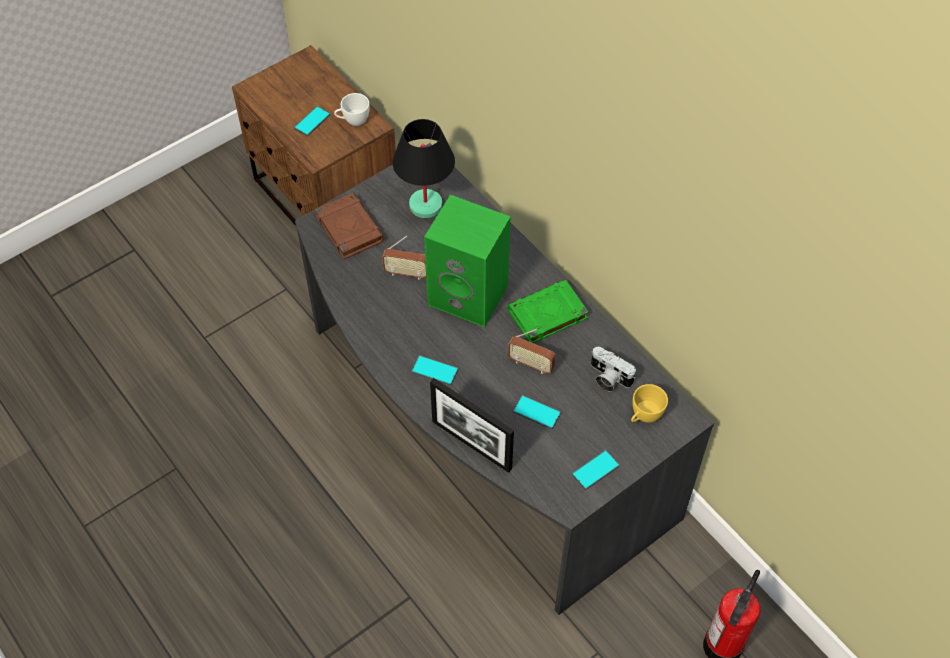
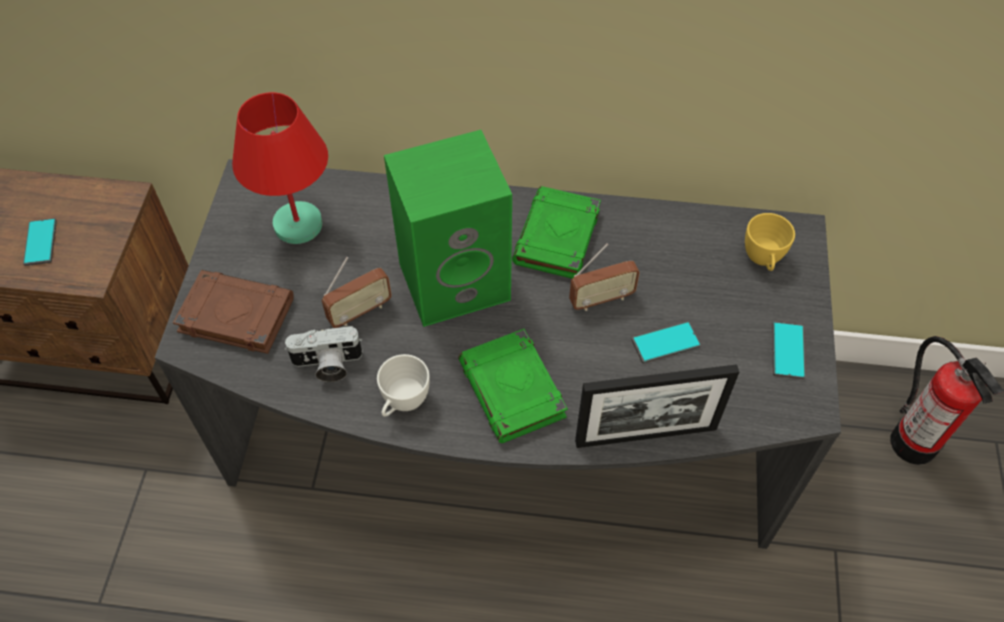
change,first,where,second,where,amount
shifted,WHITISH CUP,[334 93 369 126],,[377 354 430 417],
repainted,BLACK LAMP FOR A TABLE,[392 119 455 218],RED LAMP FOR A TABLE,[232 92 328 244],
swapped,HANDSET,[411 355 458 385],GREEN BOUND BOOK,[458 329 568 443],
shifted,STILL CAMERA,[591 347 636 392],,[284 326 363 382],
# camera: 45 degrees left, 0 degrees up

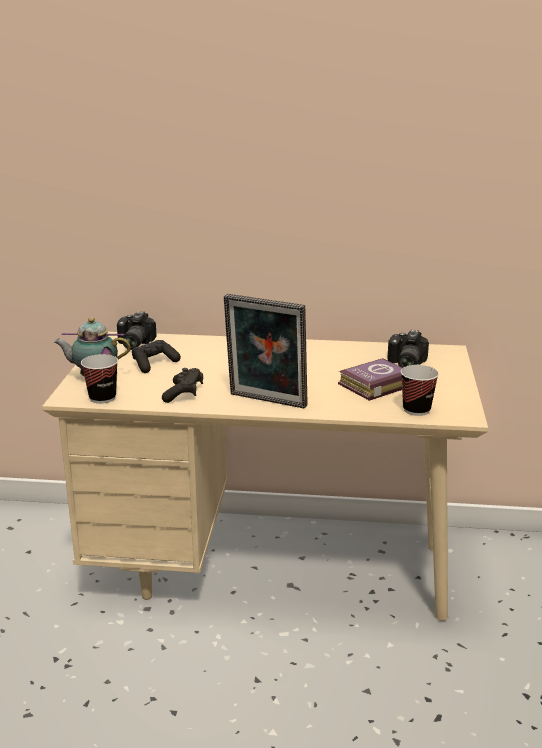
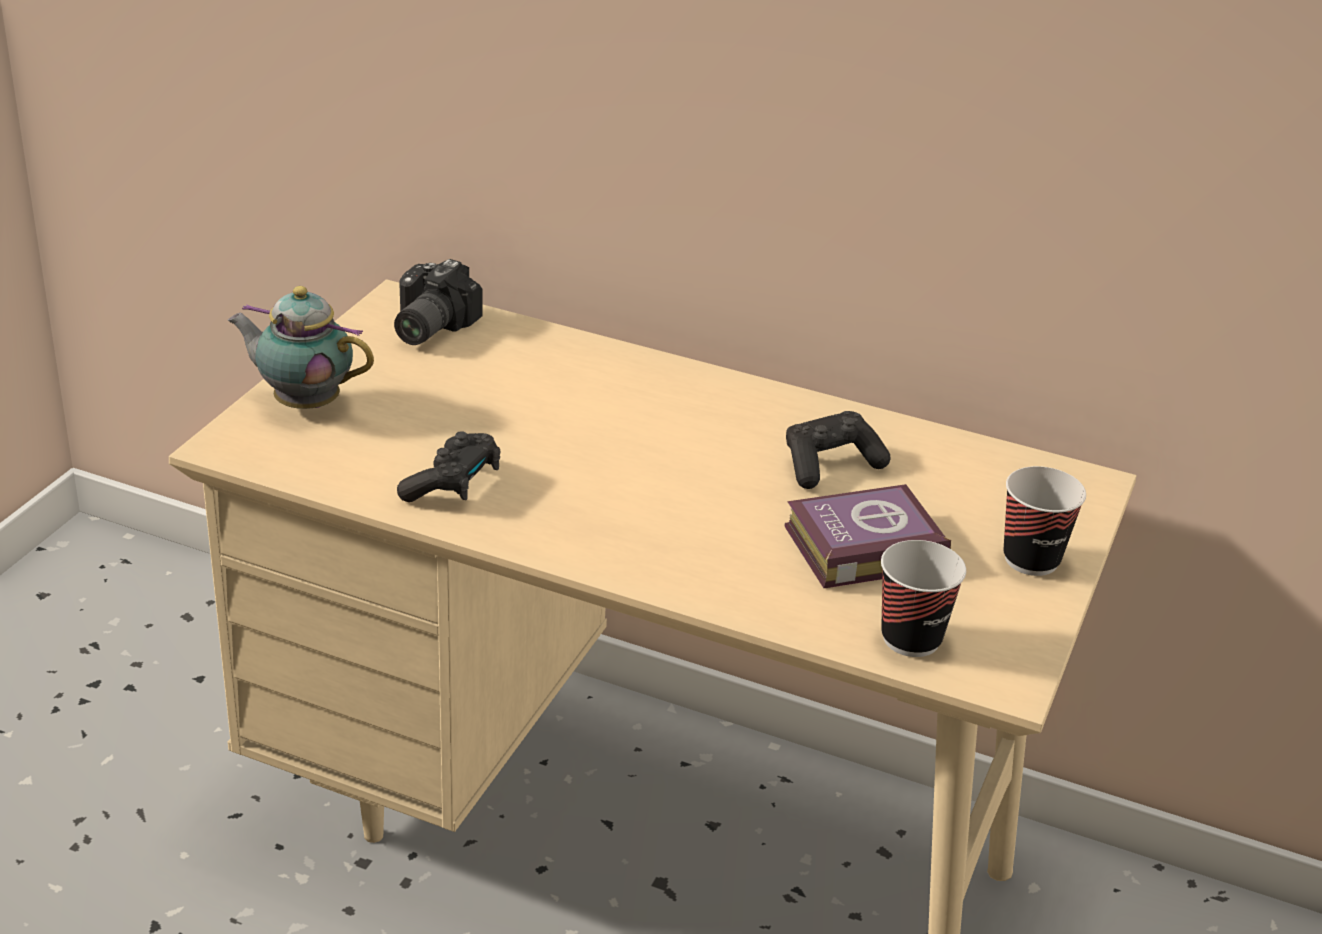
change,first,where,second,where,amount
shifted,CUP,[81 354 118 404],,[1003 466 1086 576],
shifted,BLACK GAMEPAD,[132 340 181 373],,[786 411 891 489],
gone,STANDING FRAME,[224 294 308 408],,,
gone,STILL CAMERA,[387 330 429 368],,,
# camera: 15 degrees right, 10 degrees up

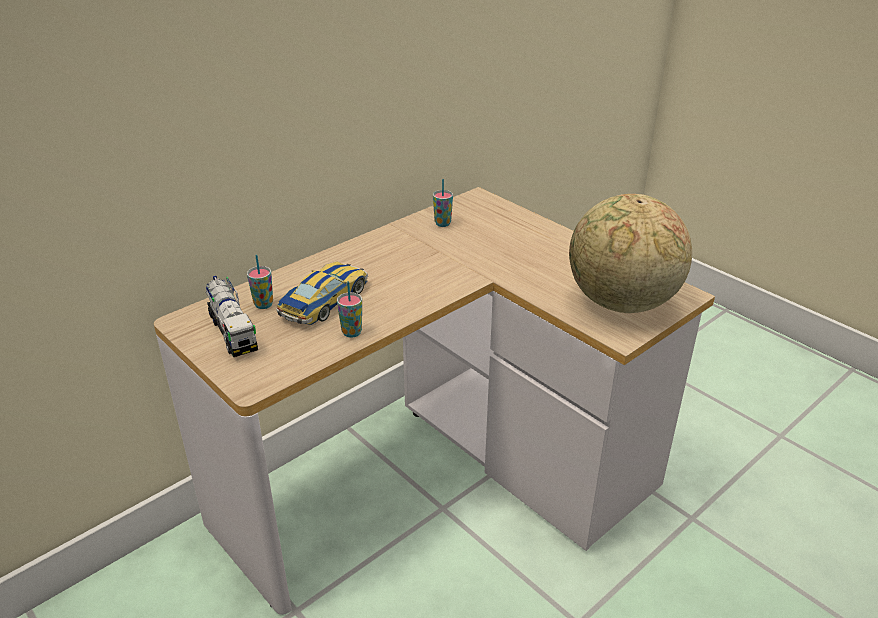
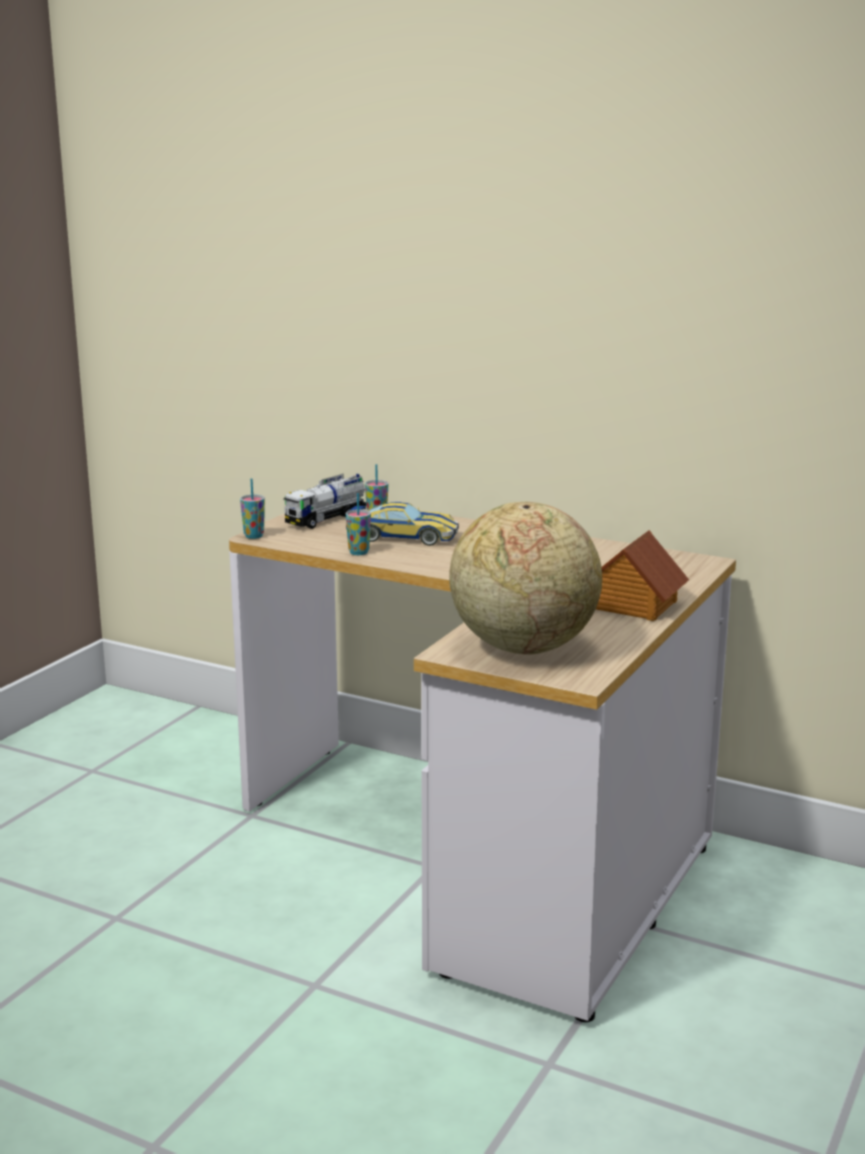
change,first,where,second,where,amount
shifted,CUP,[433 179 453 227],,[240 478 265 539],
new,,,MINIATURE HOUSE,[596 530 689 621],
# camera: 70 degrees right, 15 degrees down

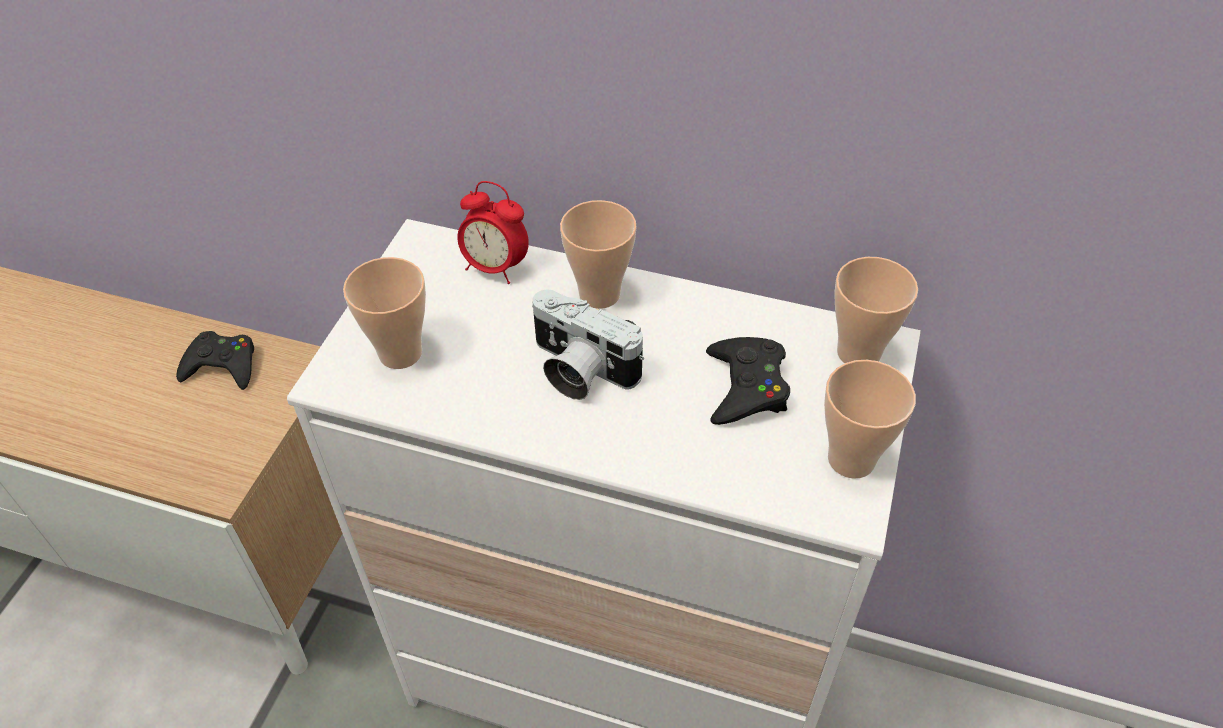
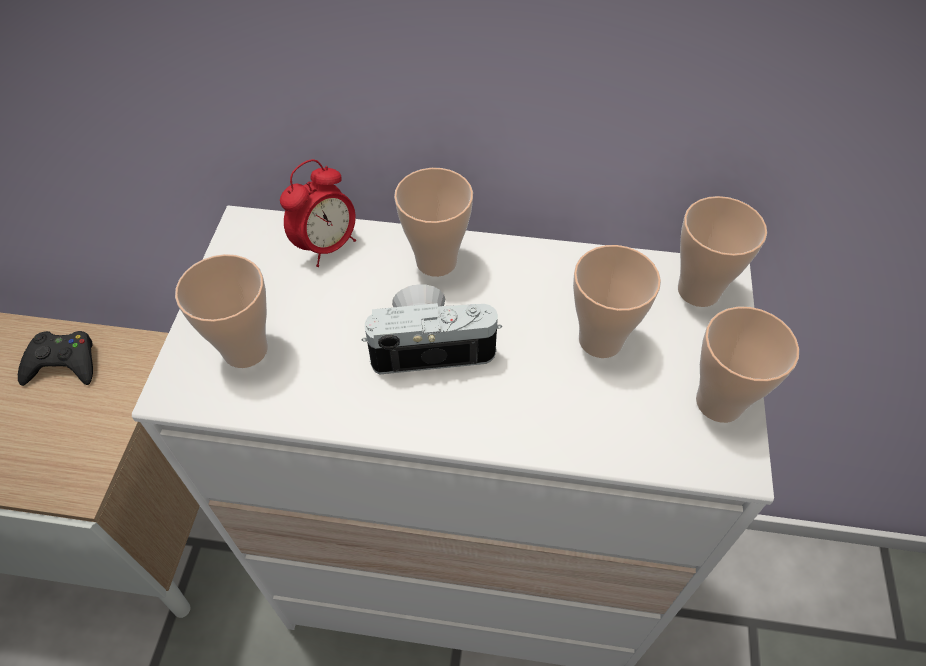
change,first,where,second,where,amount
rotated,TABLE CLOCK,[457 181 529 284],,[280 159 356 267],60 degrees counterclockwise
rotated,STILL CAMERA,[532 290 644 400],,[362 284 502 375],150 degrees clockwise
swapped,BLACK GAMEPAD,[706 337 790 425],CUP,[573 245 661 358],
# camera: 10 degrees left, 5 degrees up

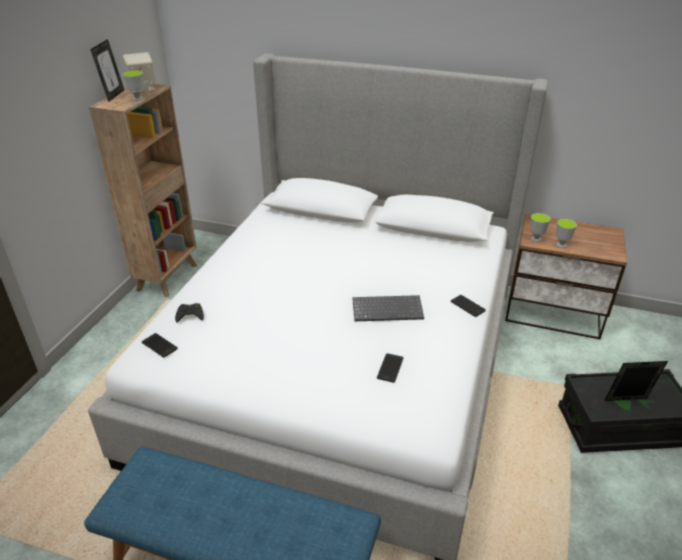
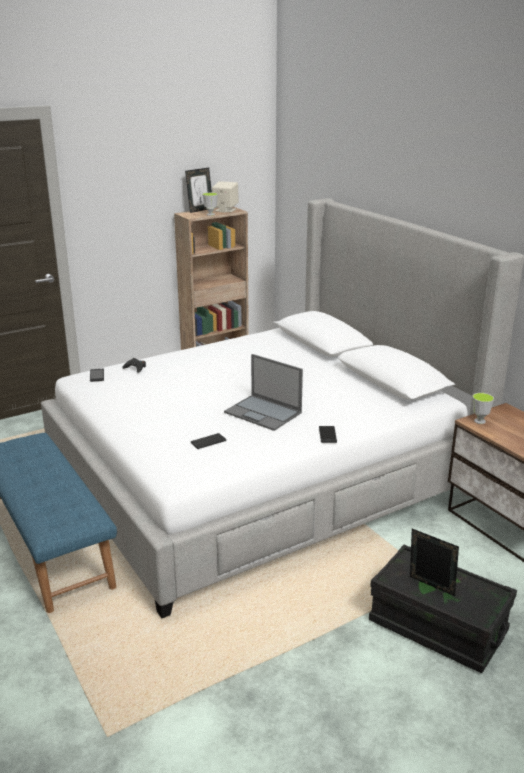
change,first,where,second,where,amount
swapped,KEYBOARD,[352 295 424 321],NOTEBOOK COMPUTER,[224 354 303 431],
gone,CUP,[556 219 577 248],,,
# camera: 40 degrees right, 10 degrees down

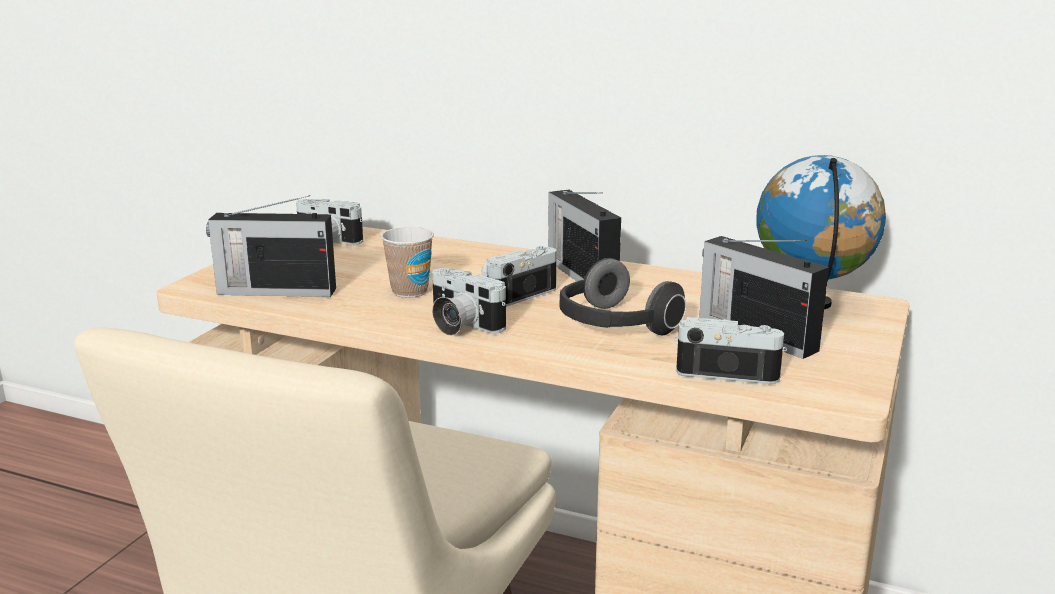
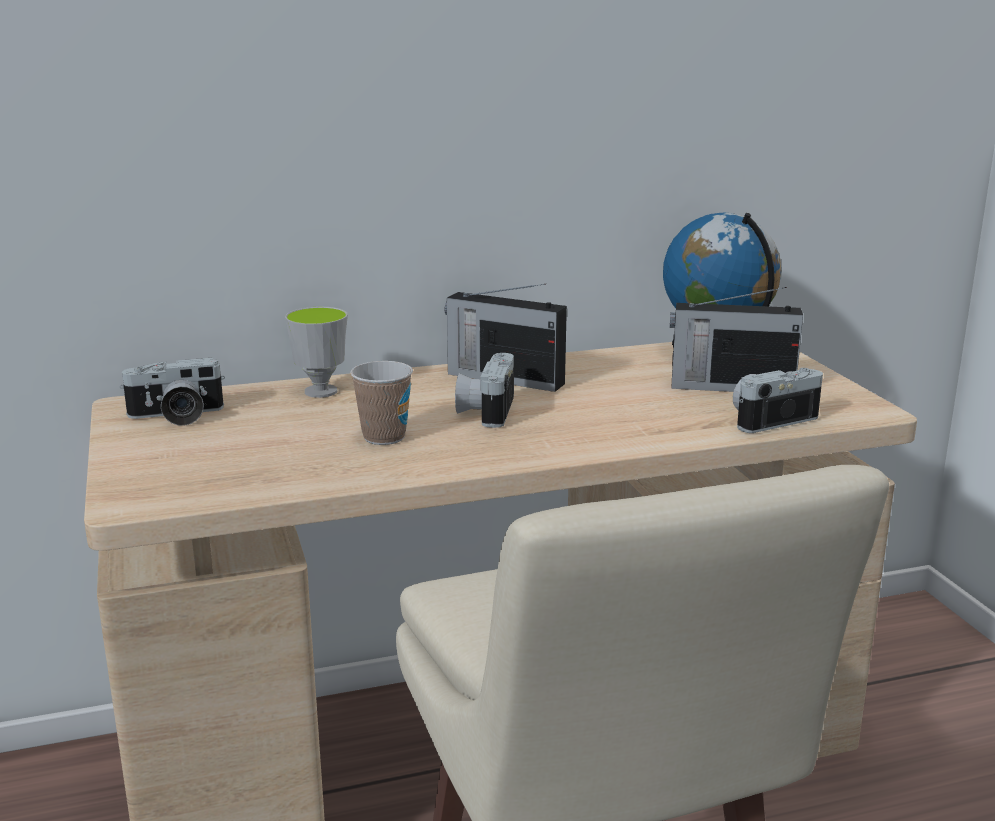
change,first,where,second,where,amount
gone,RADIO,[206 195 336 297],,,
gone,STILL CAMERA,[432 268 506 336],,,
gone,HEADPHONES,[559 258 686 336],,,
new,,,CUP,[285 307 348 398],
# camera: 40 degrees left, 0 degrees up

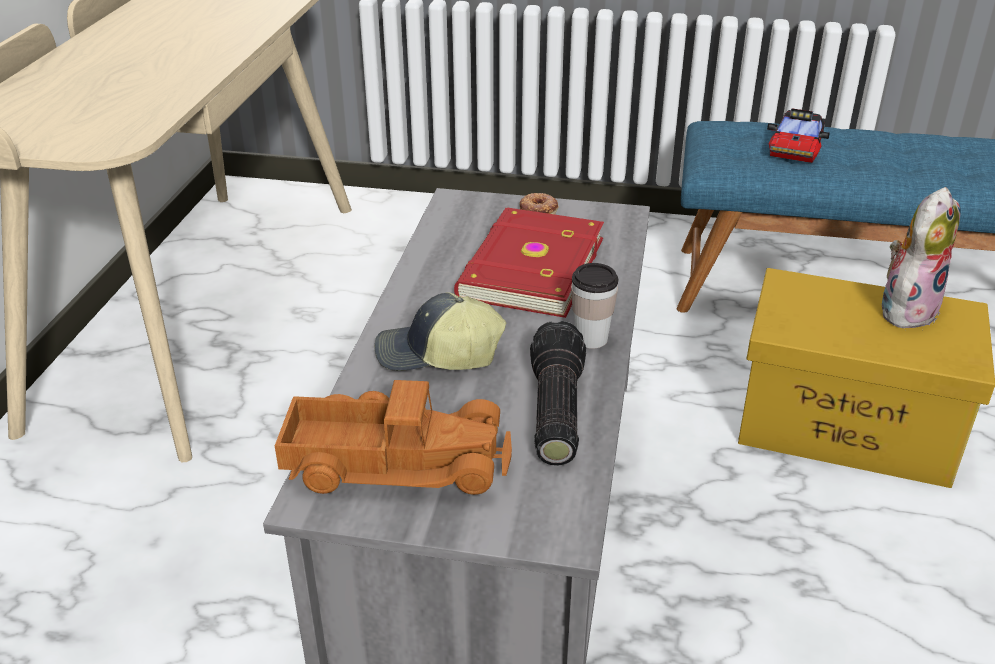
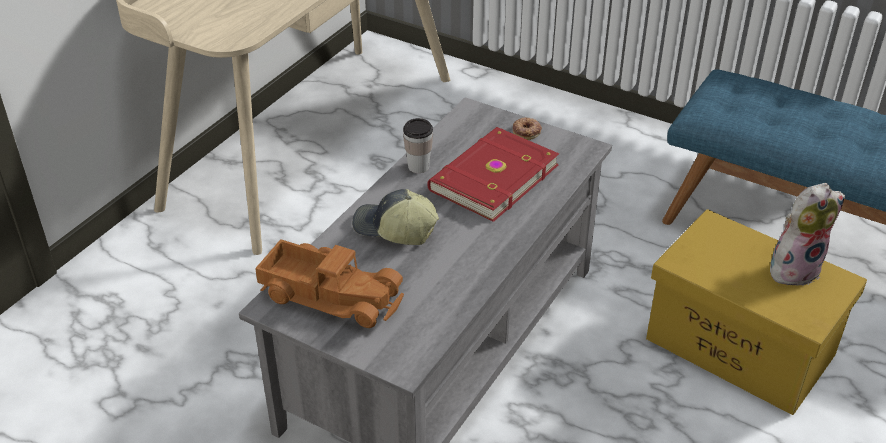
change,first,where,second,where,amount
gone,HAND TORCH,[530 321 586 466],,,
shifted,CUP,[571 263 618 349],,[403 118 433 173],
gone,TOY CAR,[767 108 830 163],,,
# camera: 20 degrees right, 5 degrees up

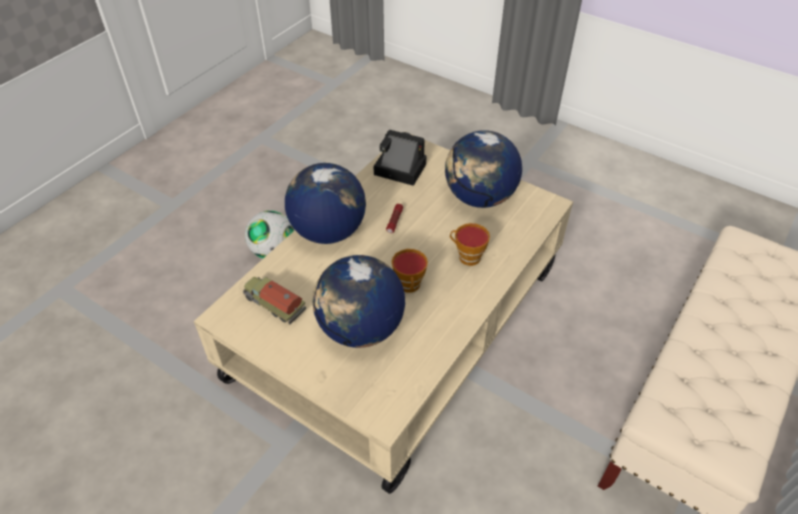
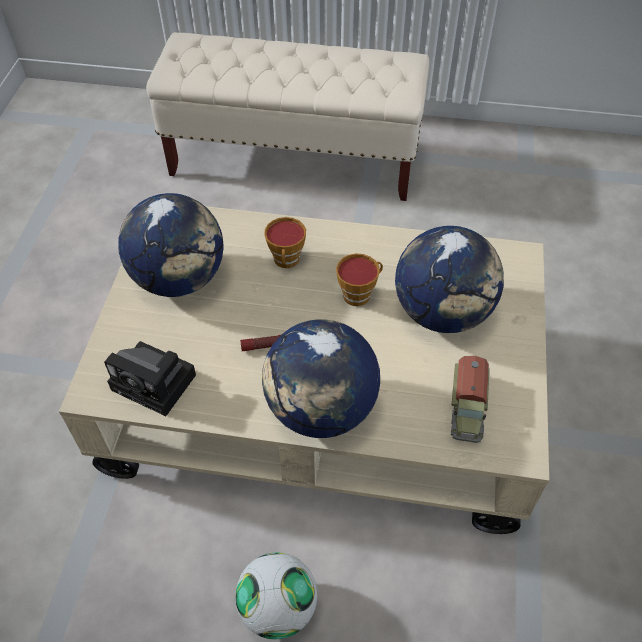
change,first,where,second,where,amount
rotated,STILL CAMERA,[373 130 427 186],,[104 341 196 416],60 degrees counterclockwise
# camera: 115 degrees left, 5 degrees up

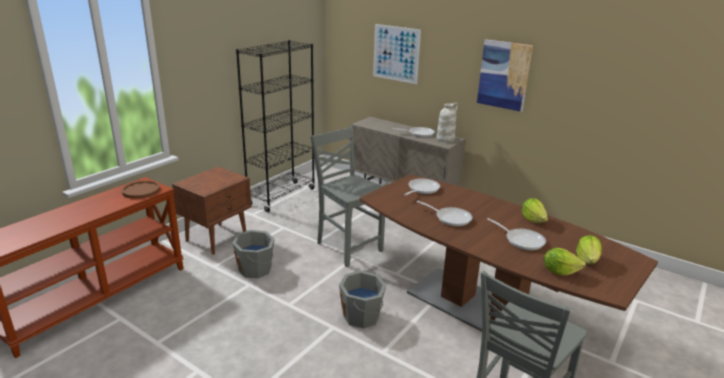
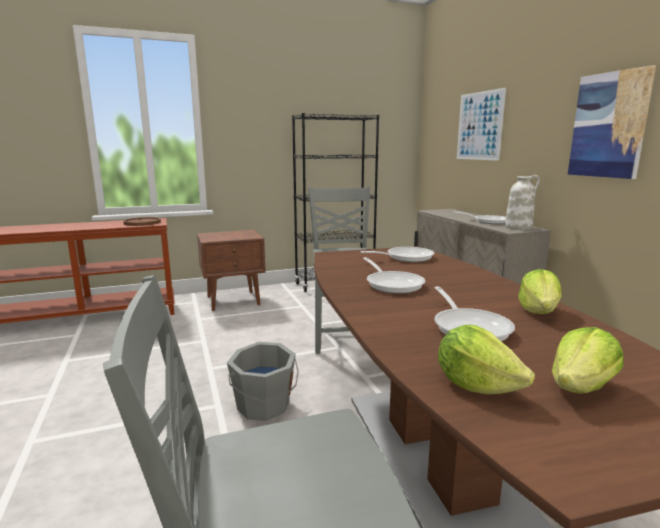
change,first,where,second,where,amount
gone,GRAY BUCKET,[232 230 275 278],,,
# camera: 35 degrees right, 10 degrees down

